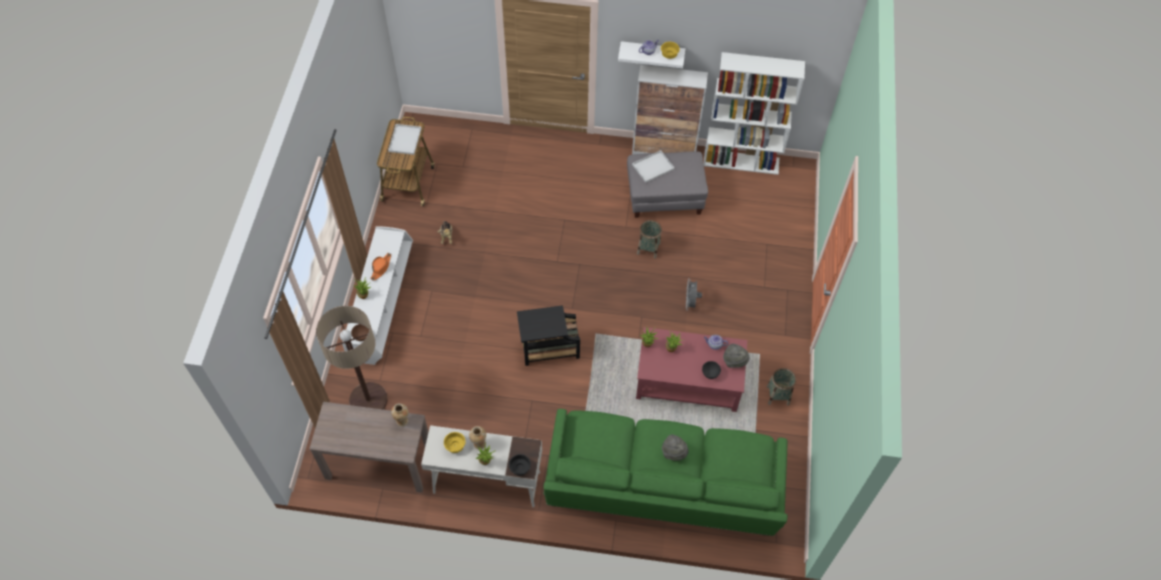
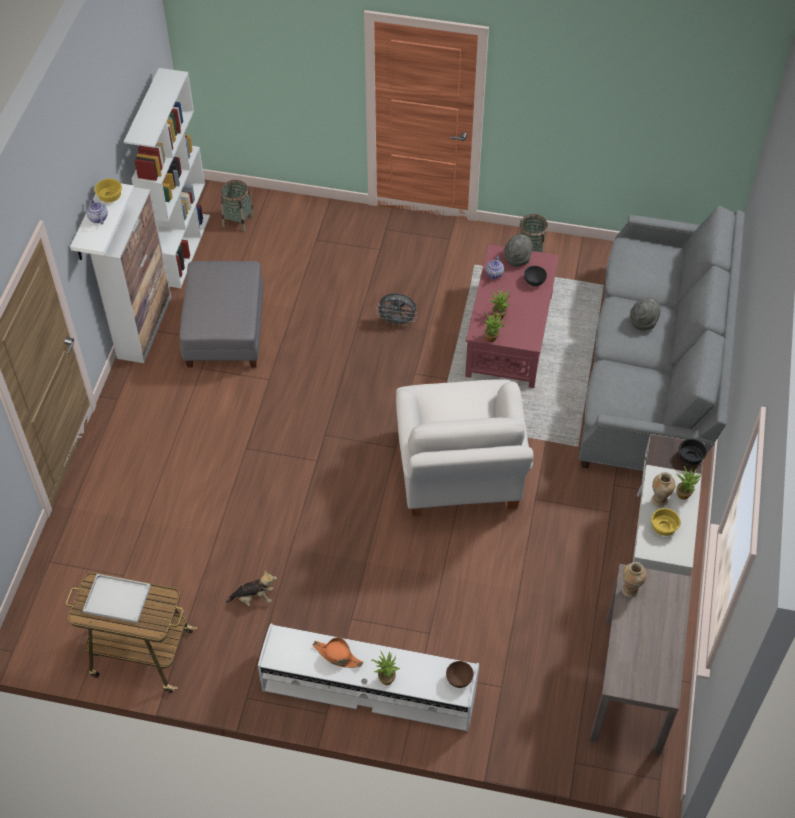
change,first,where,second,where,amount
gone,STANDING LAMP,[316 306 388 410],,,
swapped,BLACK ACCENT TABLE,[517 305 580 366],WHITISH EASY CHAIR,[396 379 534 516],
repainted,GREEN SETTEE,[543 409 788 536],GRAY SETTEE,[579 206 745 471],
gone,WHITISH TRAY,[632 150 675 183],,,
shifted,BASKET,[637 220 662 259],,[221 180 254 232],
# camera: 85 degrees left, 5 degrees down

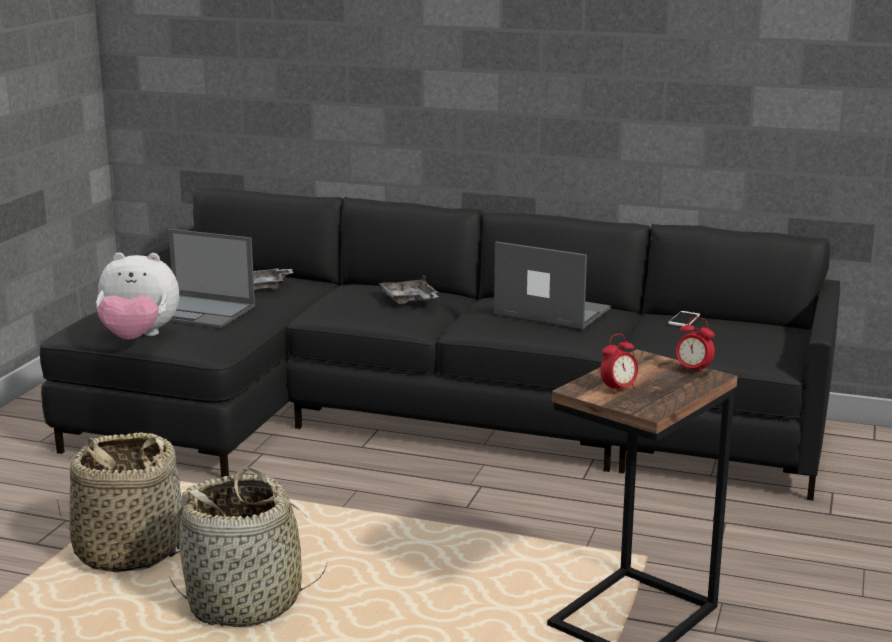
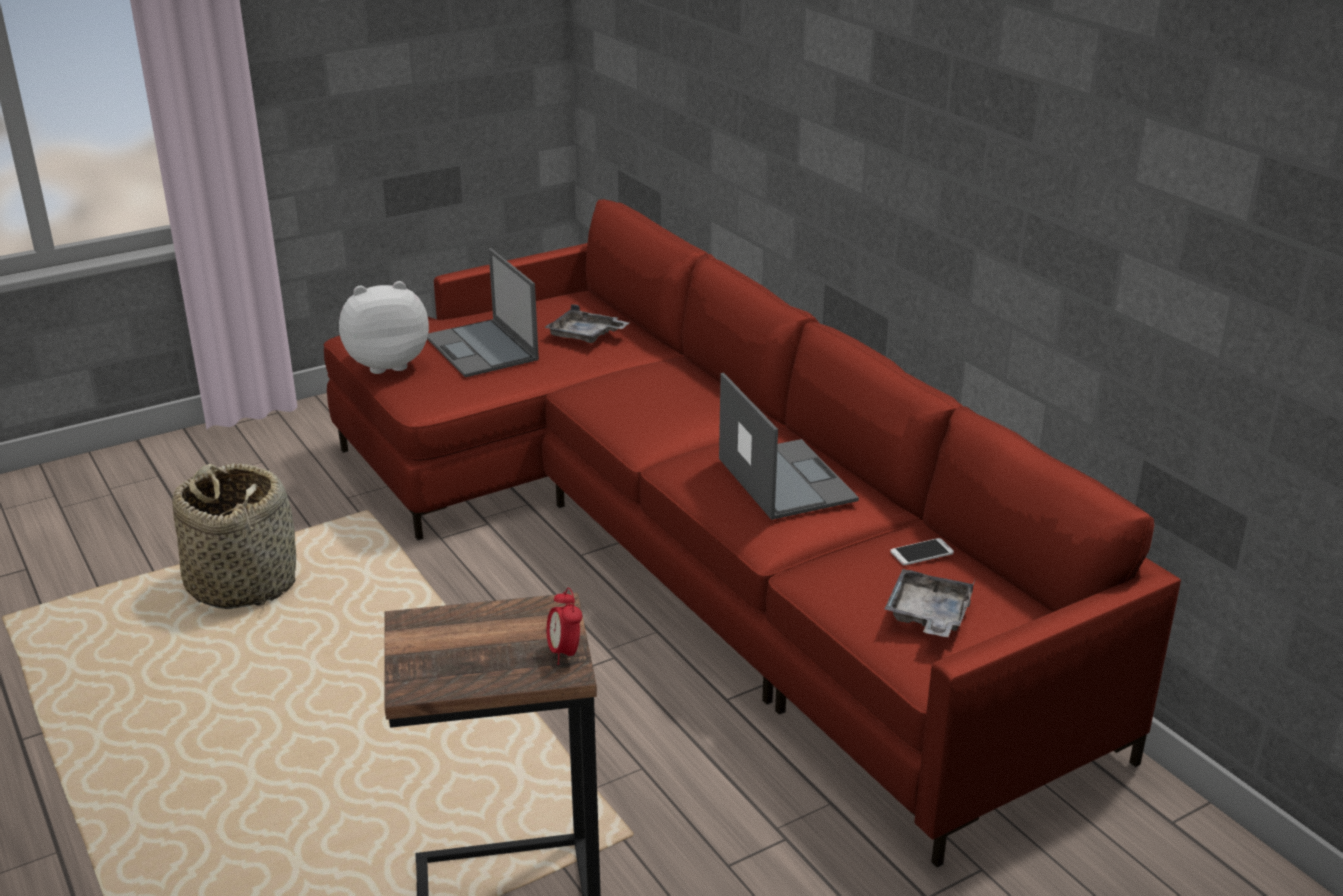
change,first,where,second,where,amount
repainted,BLACK SETTEE,[40 188 840 501],RED SETTEE,[324 199 1181 868],
rotated,SOFT TOY,[96 252 179 340],,[339 281 429 374],120 degrees clockwise
gone,BASKET,[169 467 328 627],,,
shifted,GRAY TRAY,[379 275 438 304],,[885 569 975 637],
gone,TABLE CLOCK,[600 334 638 395],,,
# camera: 40 degrees right, 10 degrees up

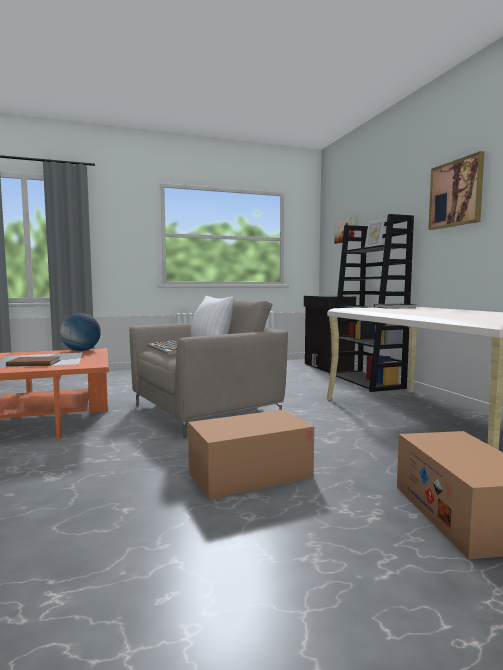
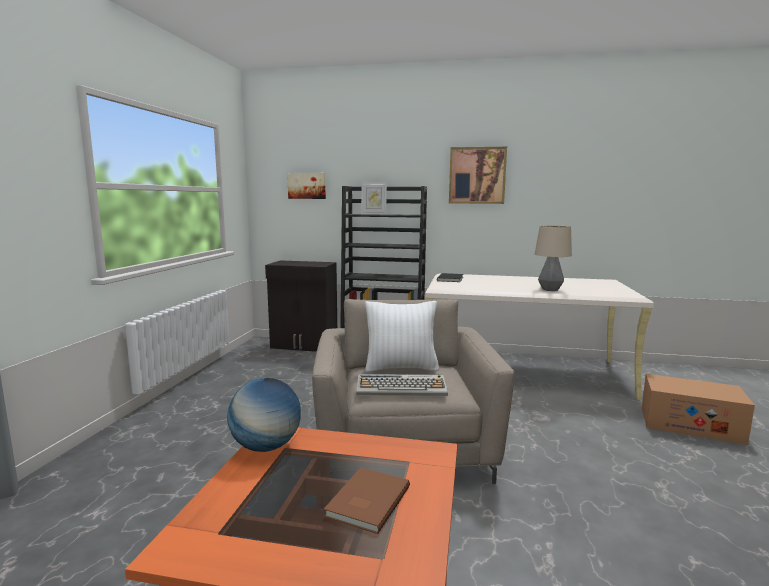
change,first,where,second,where,amount
gone,PACKING BOX,[188 410 314 499],,,
new,,,LAMP FOR A TABLE,[535 226 572 291],
# camera: 60 degrees left, 5 degrees up

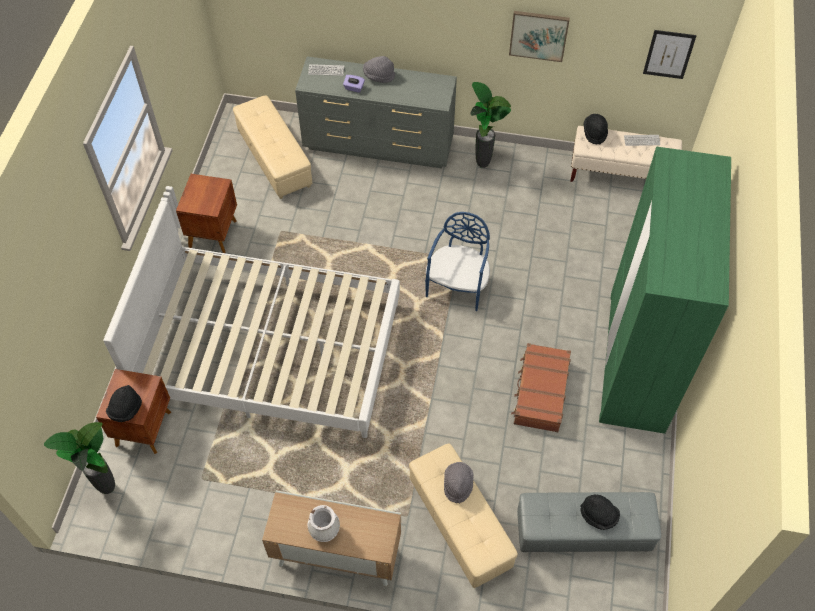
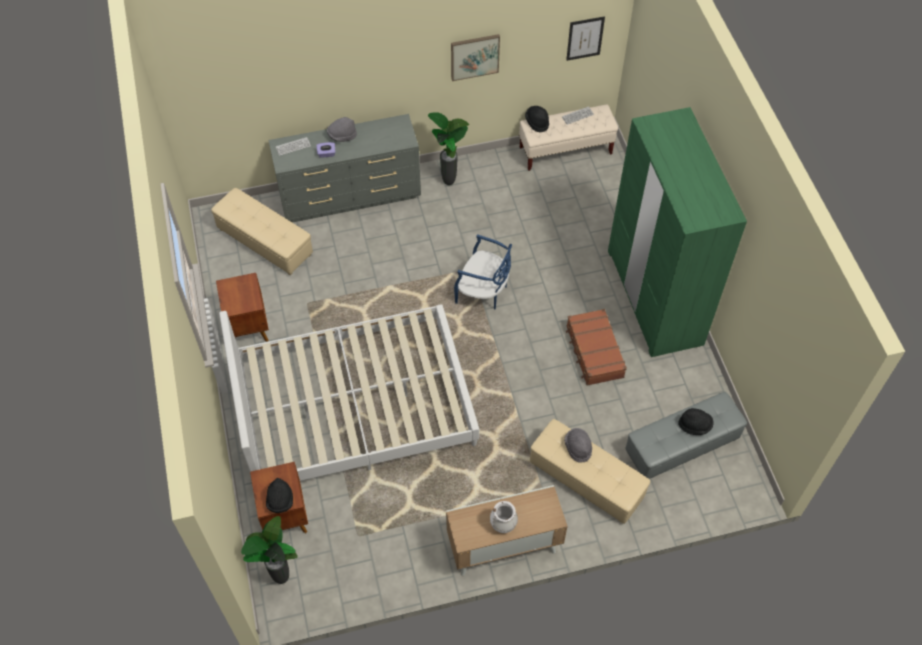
change,first,where,second,where,amount
rotated,BLUISH PLAIN CHAIR,[425 212 490 311],,[454 234 512 309],120 degrees clockwise
# camera: 25 degrees left, 0 degrees up

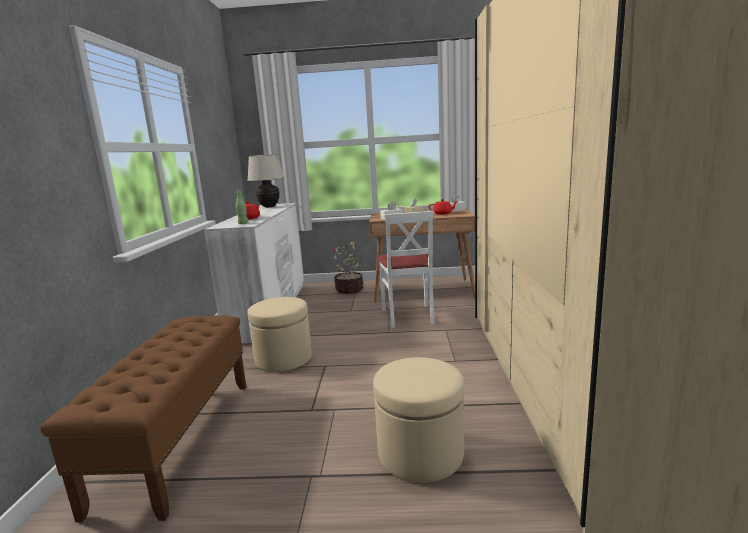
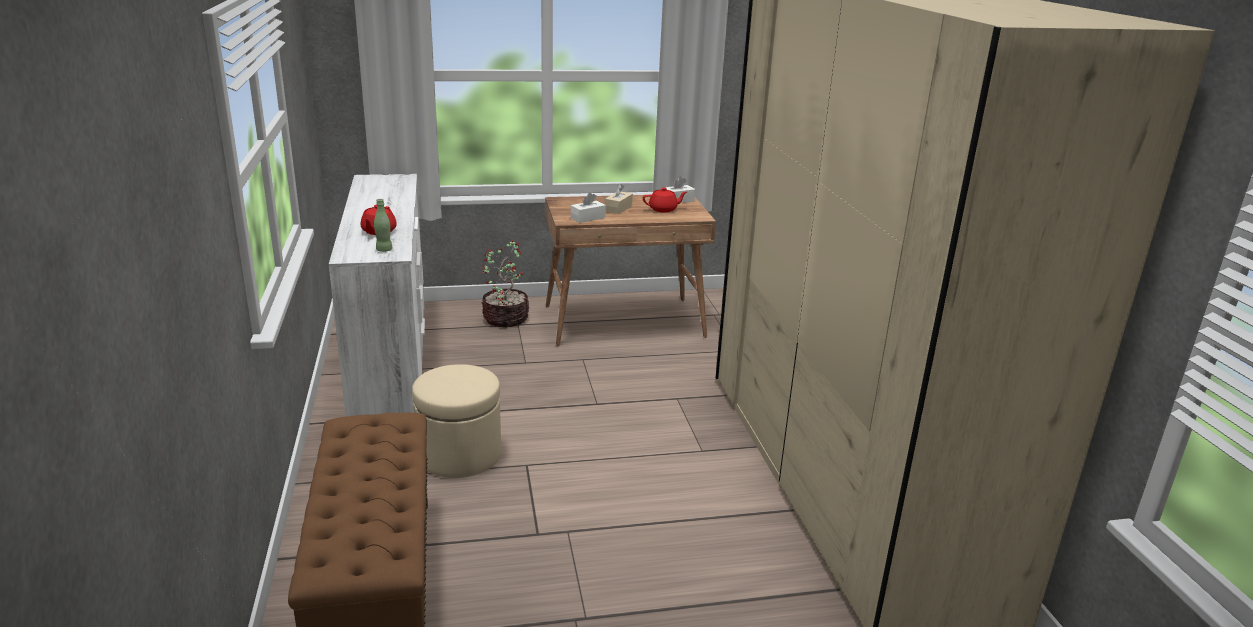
change,first,where,second,where,amount
gone,SAND-COLOURED LAMP FOR A TABLE,[247 154 284 208],,,
gone,SAND-COLOURED OTTOMAN,[373 357 464 483],,,
gone,WHITISH PLAIN CHAIR,[378 211 435 328],,,
# camera: 15 degrees left, 10 degrees up

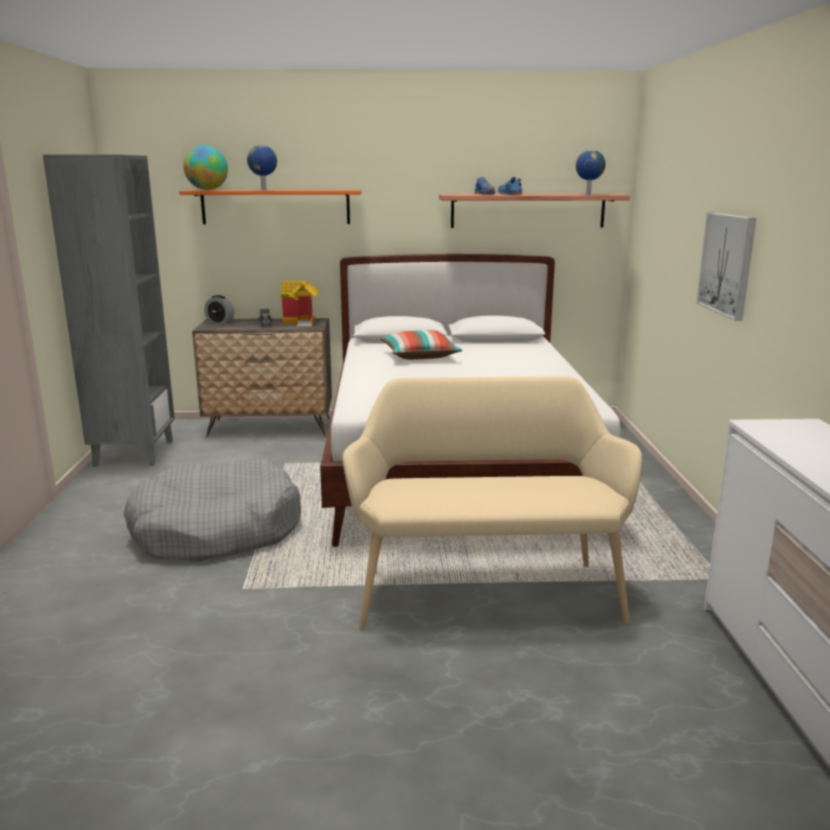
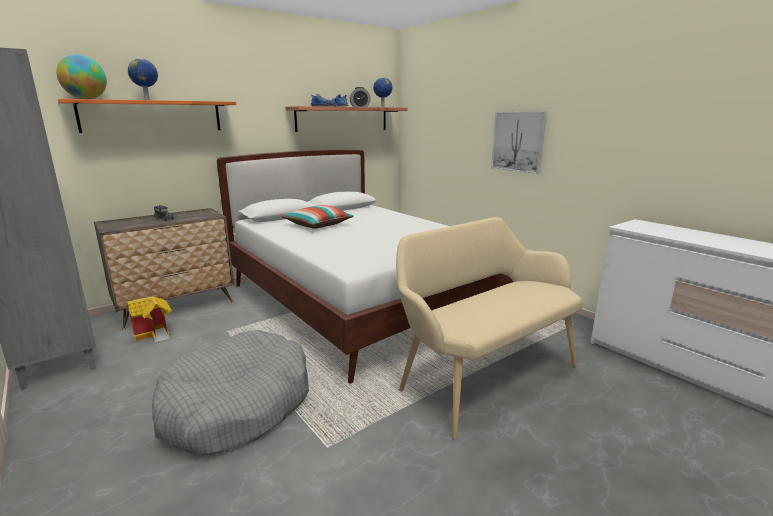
change,first,where,second,where,amount
shifted,TABLE CLOCK,[204 295 234 324],,[350 87 371 107],
shifted,MINIATURE HOUSE,[281 281 319 326],,[127 296 172 342],
# camera: 35 degrees left, 0 degrees up

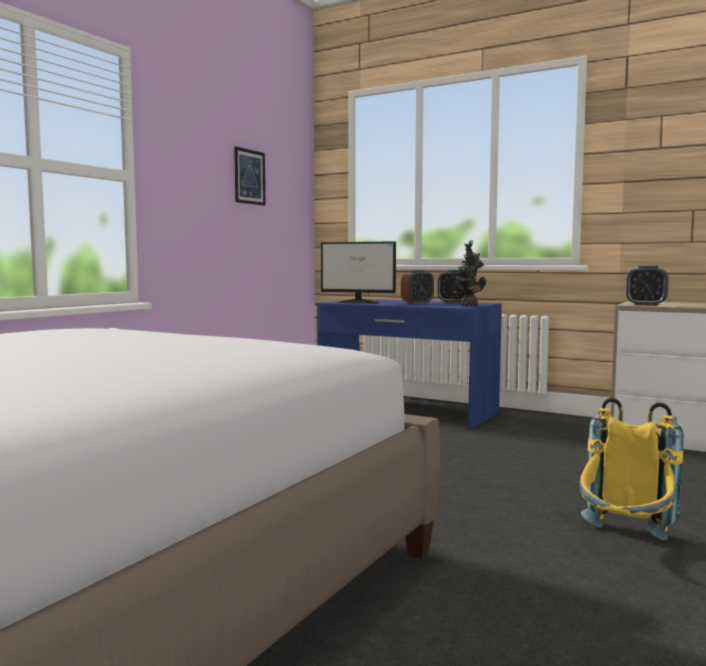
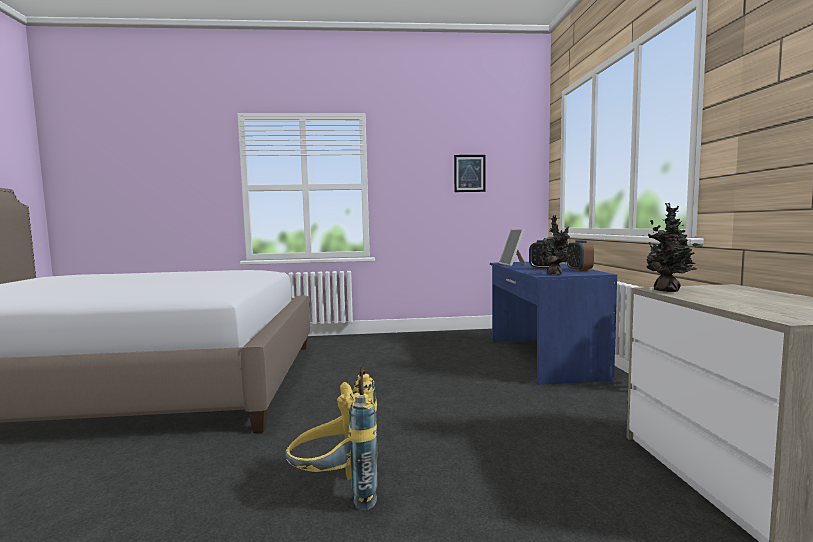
change,first,where,second,where,amount
swapped,MONITOR,[321 241 396 304],STANDING FRAME,[499 229 526 266],
swapped,TABLE CLOCK,[626 266 669 306],HOUSEPLANT,[643 203 703 292],
# camera: 55 degrees right, 0 degrees up

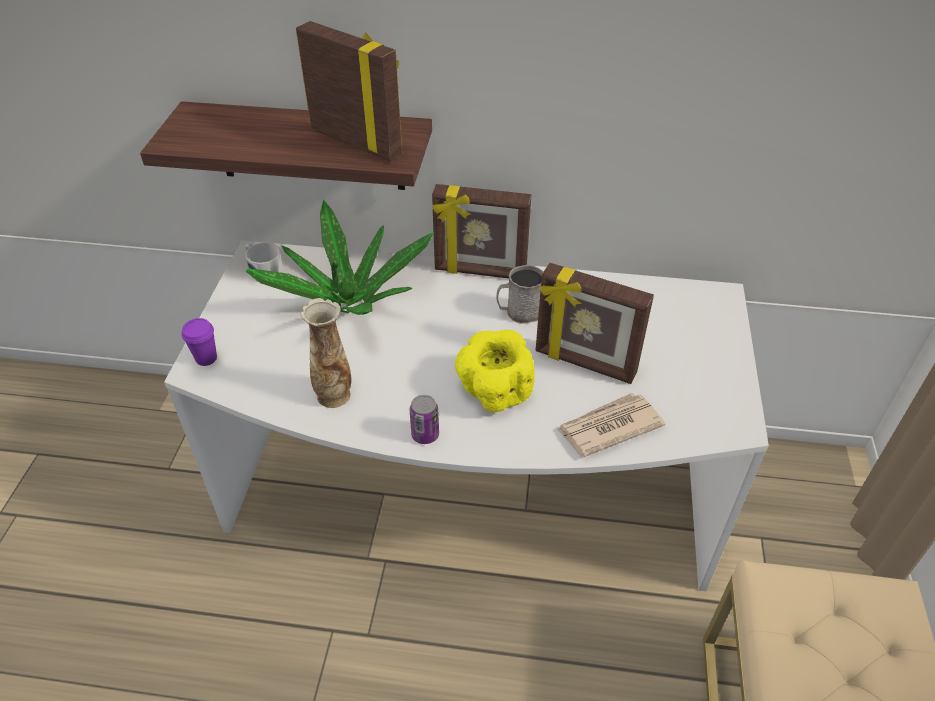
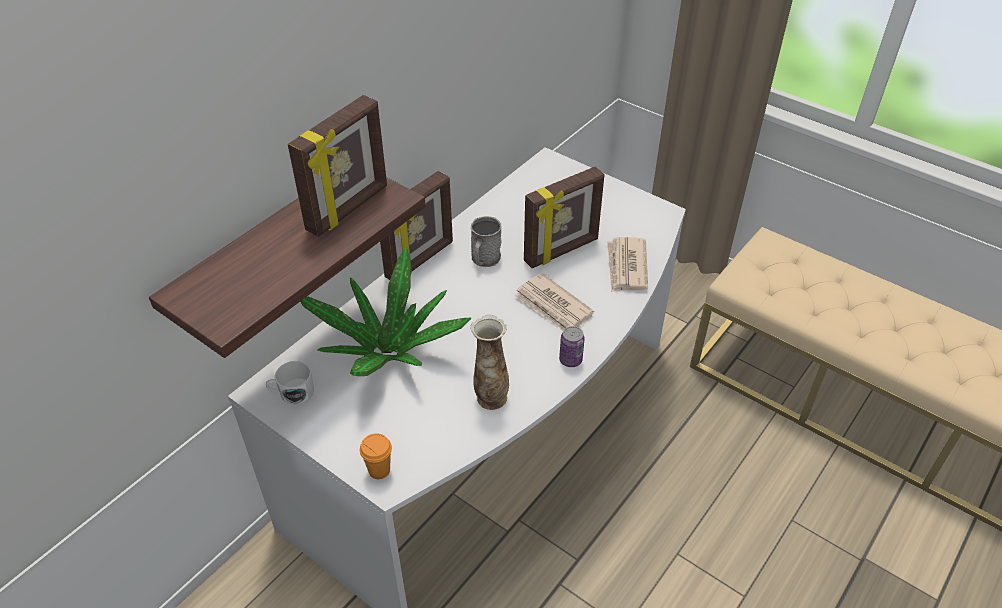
change,first,where,second,where,amount
repainted,PURPLISH CUP,[181 318 217 366],ORANGE CUP,[360 433 392 479],
rotated,STANDING FRAME,[296 21 402 162],,[288 95 387 237],150 degrees clockwise
swapped,YELLOW DEEP DISH,[455 330 535 412],NEWSPAPER,[515 273 594 330],
# camera: 60 degrees left, 0 degrees up

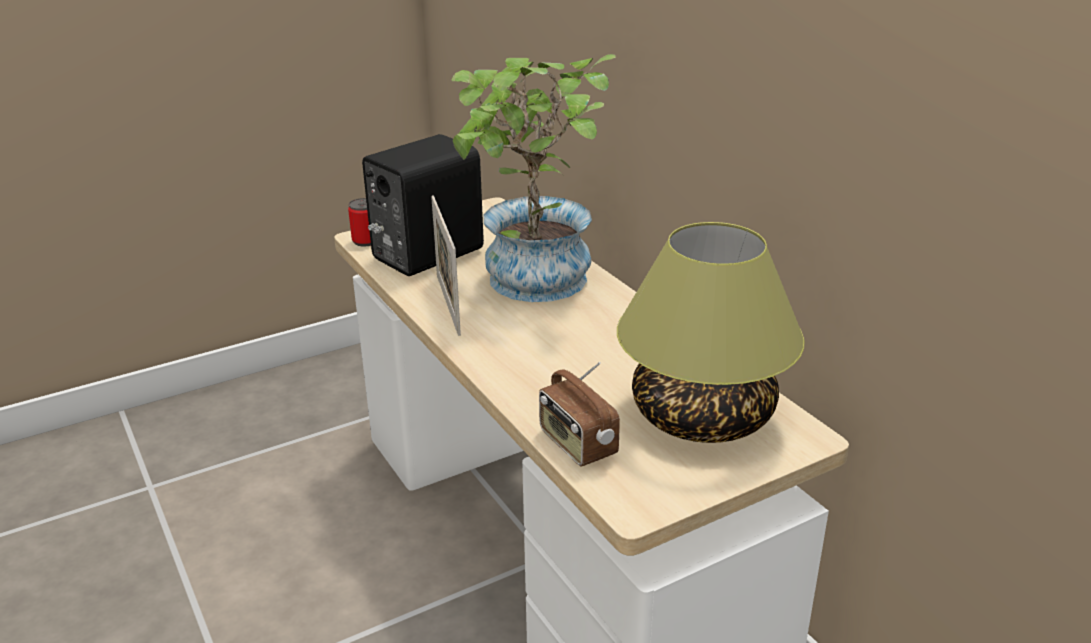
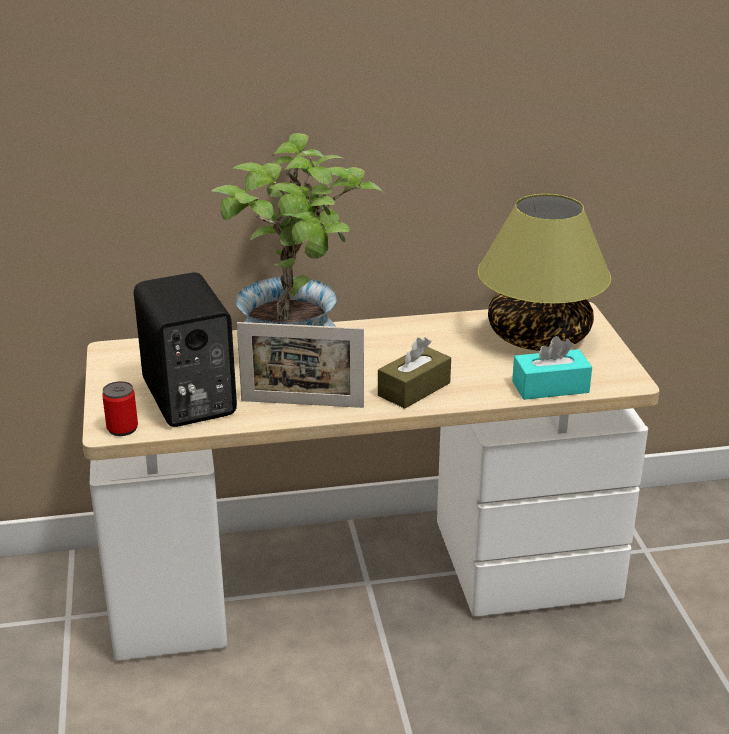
change,first,where,second,where,amount
swapped,RADIO,[539 362 620 467],BLUE-GREEN TISSUE BOX,[512 336 592 400],
new,,,BROWNISH TISSUE BOX,[378 337 451 409],
# camera: 70 degrees left, 0 degrees up

